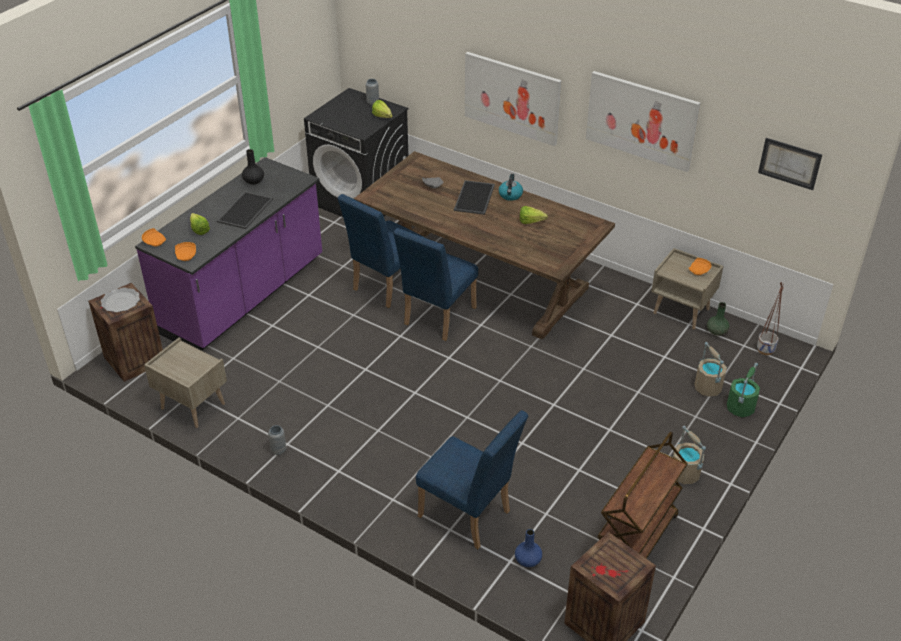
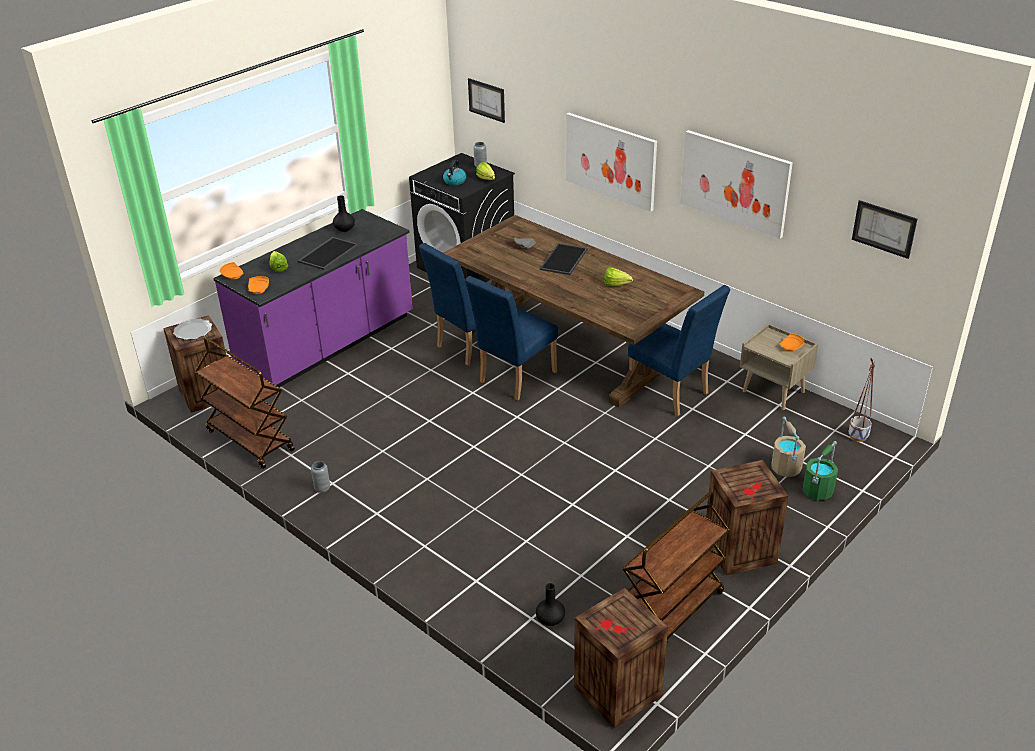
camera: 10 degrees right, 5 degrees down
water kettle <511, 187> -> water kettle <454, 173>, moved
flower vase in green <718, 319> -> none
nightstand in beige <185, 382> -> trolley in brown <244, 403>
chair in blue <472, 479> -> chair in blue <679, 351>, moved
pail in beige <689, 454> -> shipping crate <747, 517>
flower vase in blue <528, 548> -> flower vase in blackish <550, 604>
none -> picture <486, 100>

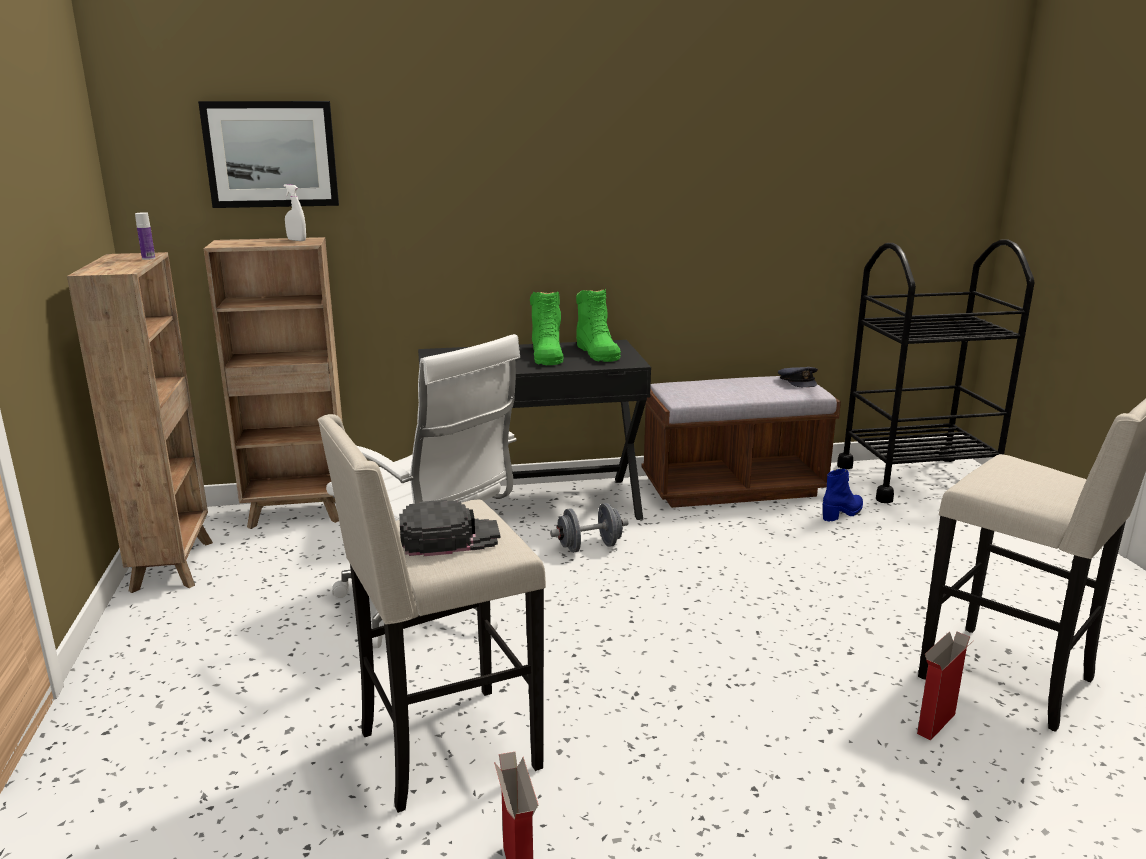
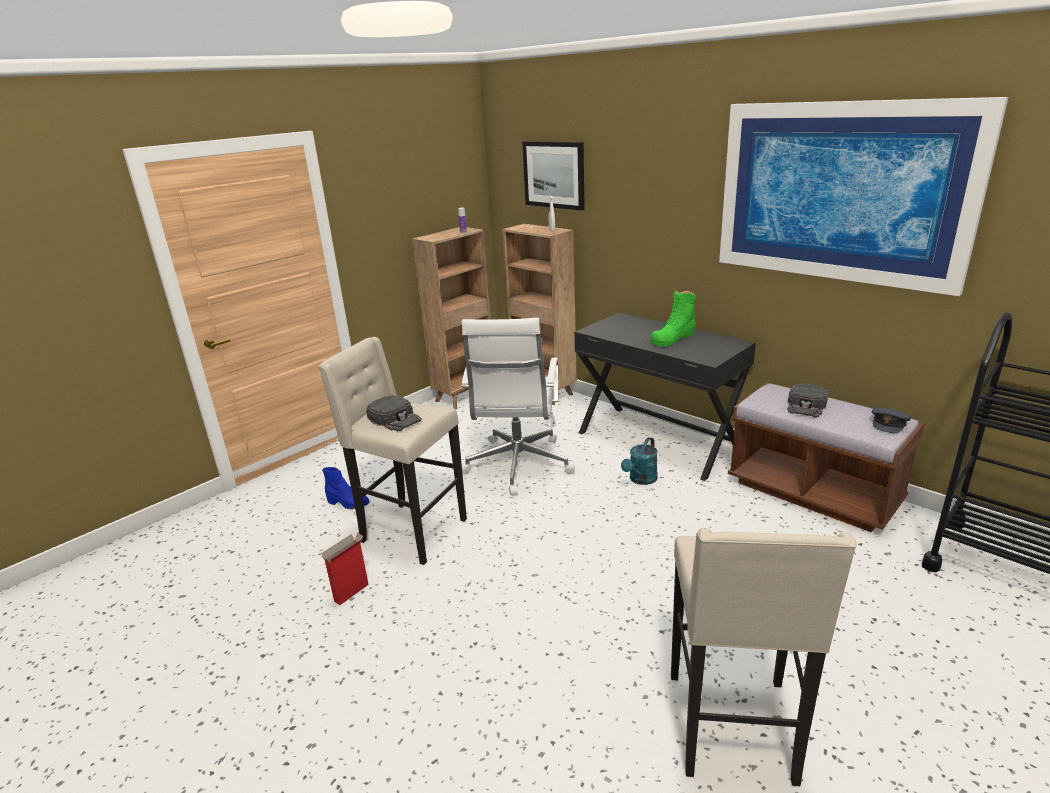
camera: 55 degrees right, 5 degrees up
tall boot in green <598, 325> -> none
tall boot in blue <843, 495> -> tall boot in blue <346, 488>, moved
hand weight in gray <589, 528> -> watering can in turquoise-coloured <639, 461>
cardboard box <945, 685> -> none
none -> picture <863, 196>
none -> peaked cap in blackish <808, 400>

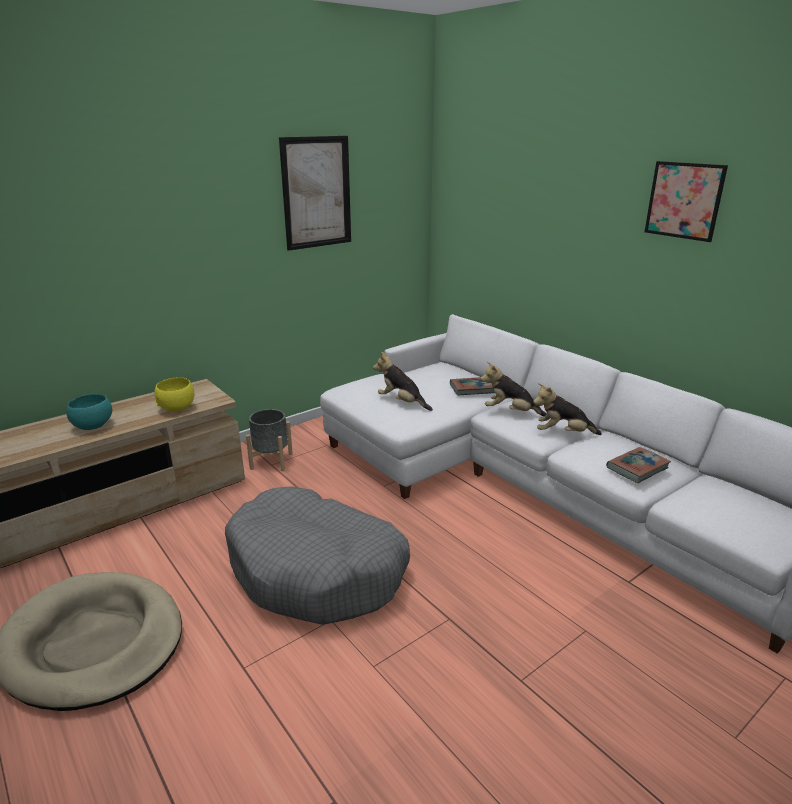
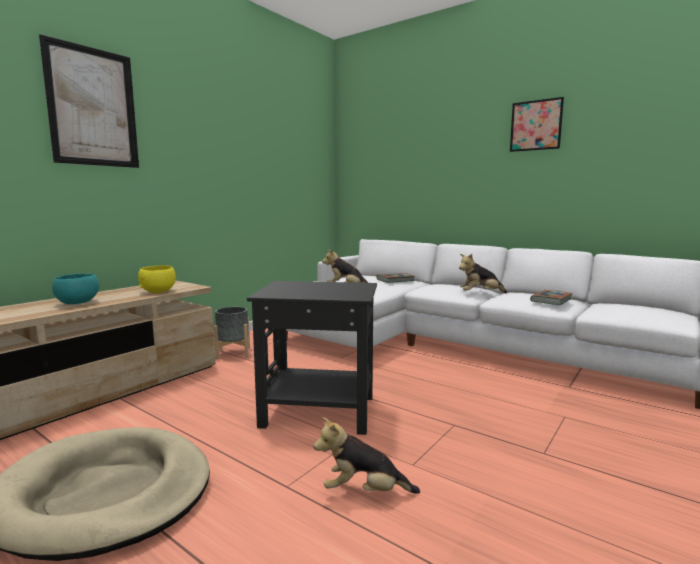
camera: 15 degrees left, 15 degrees down
picture <315, 193> -> picture <89, 101>, moved
soft toy <513, 389> -> soft toy <367, 455>, moved
dog cushion in gray <317, 555> -> end table in blackish <312, 358>

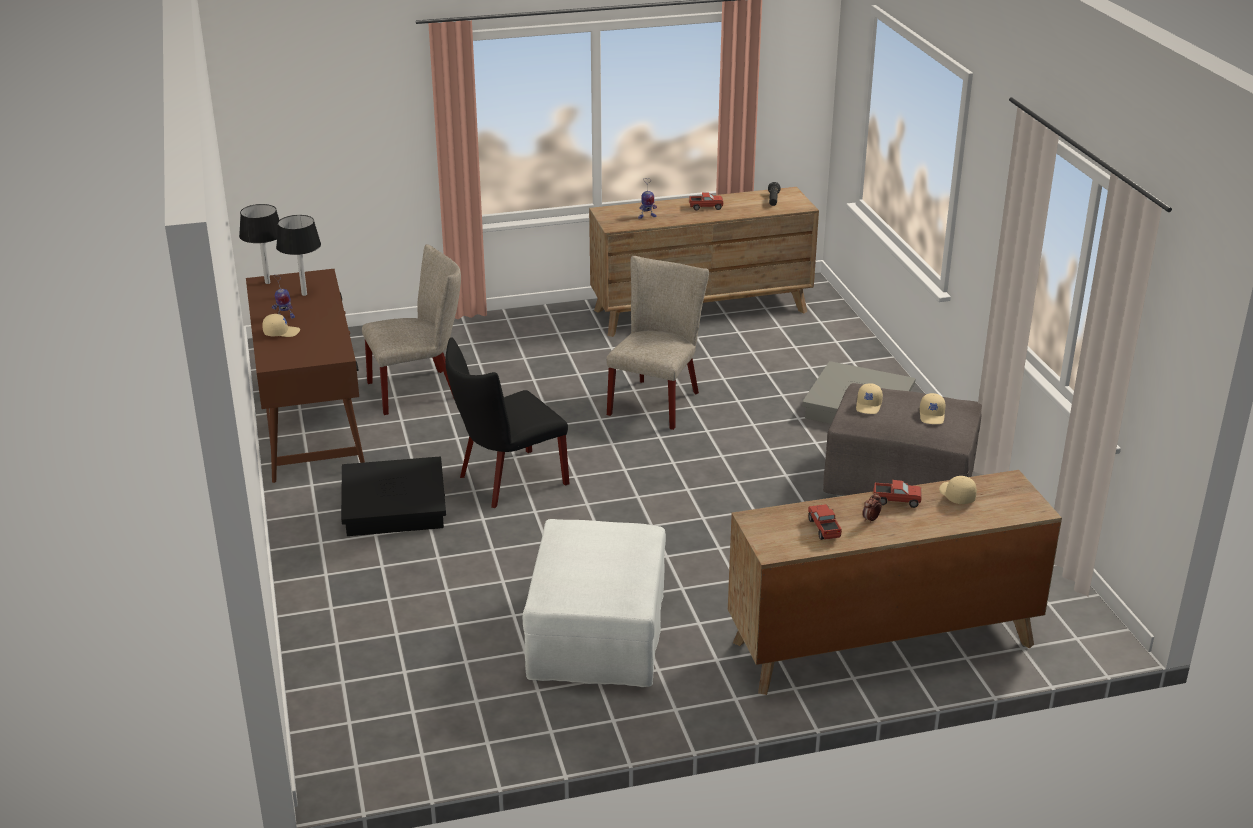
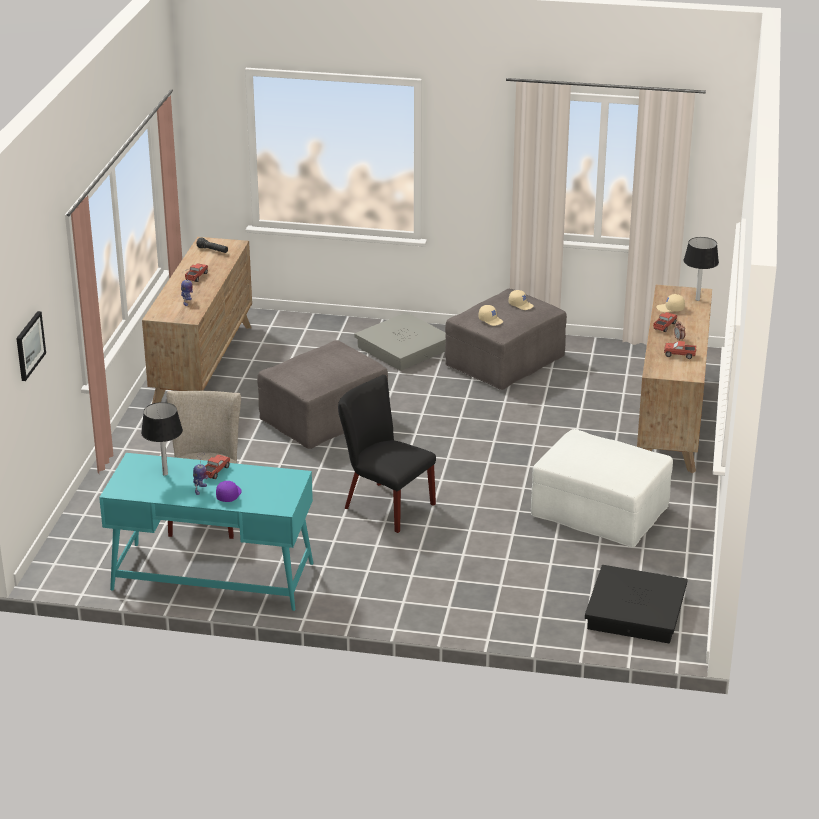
camera: 65 degrees left, 0 degrees up
lamp for a table in blackish <259, 244> -> lamp for a table in blackish <701, 269>, moved
chair in beige <657, 343> -> ottoman in gray <322, 394>
desk table in brown <305, 376> -> desk table in turquoise-coloured <206, 532>
peaked cap in beige <281, 325> -> peaked cap in purple <229, 491>
chair in blackish <507, 423> -> chair in blackish <387, 454>, 135 degrees clockwise
storage container in blackish <393, 496> -> storage container in blackish <636, 604>, moved
none -> picture <31, 346>
none -> model truck <217, 467>

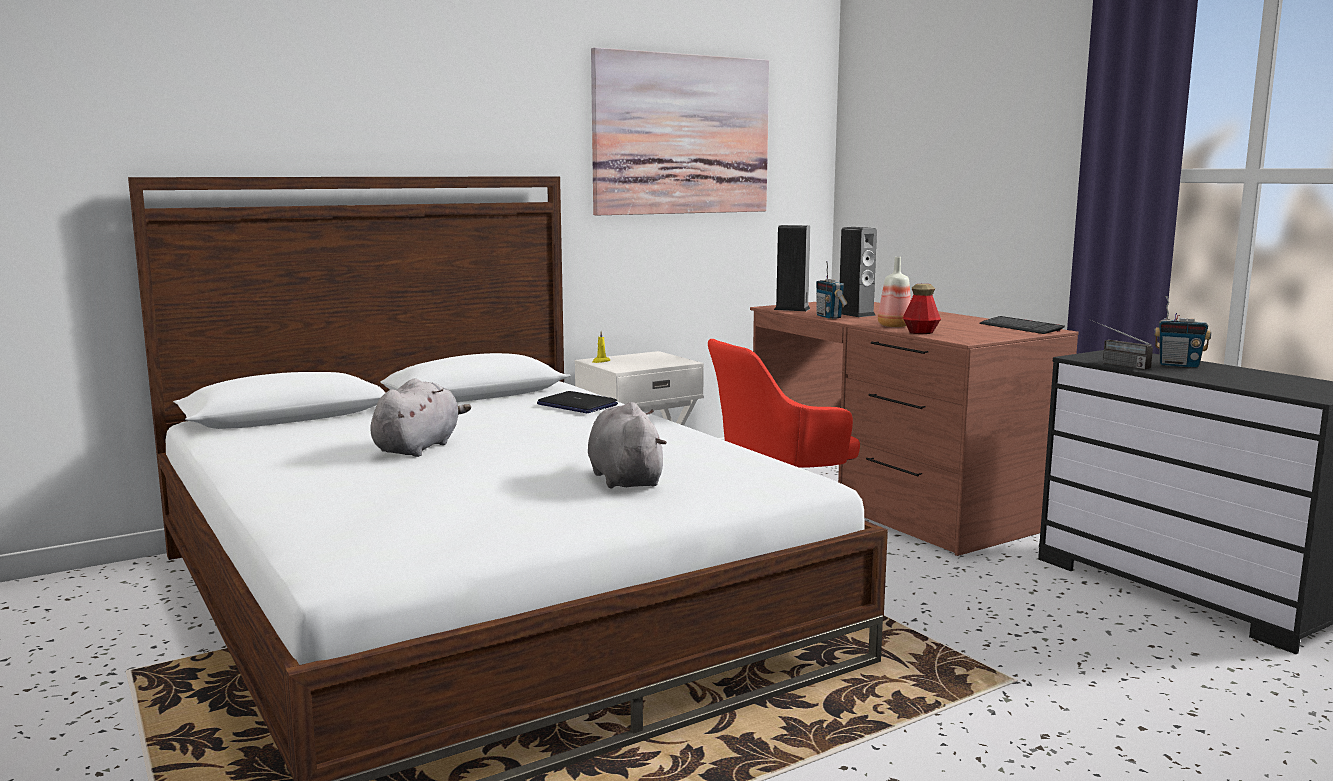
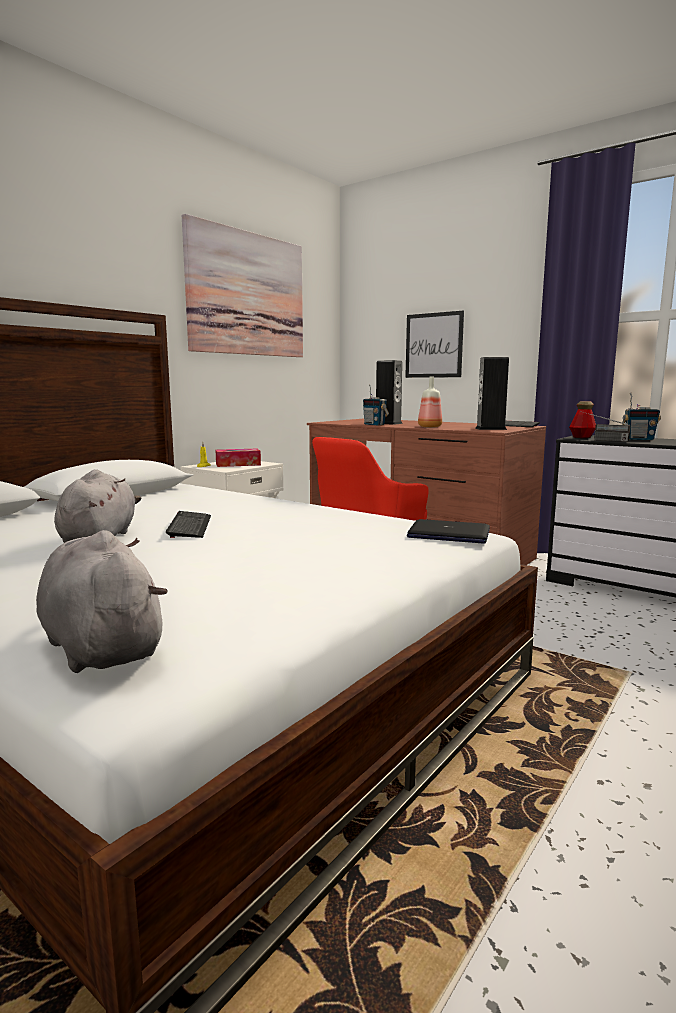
camera: 20 degrees left, 0 degrees up
audio speaker <792, 268> -> audio speaker <492, 393>, moved
beverage bottle <922, 309> -> beverage bottle <582, 419>, moved
laptop <577, 402> -> laptop <448, 531>, moved
soft toy in gray <627, 445> -> soft toy in gray <102, 601>, moved
none -> picture <434, 344>
none -> tissue holder <238, 457>
none -> computer keyboard <188, 524>

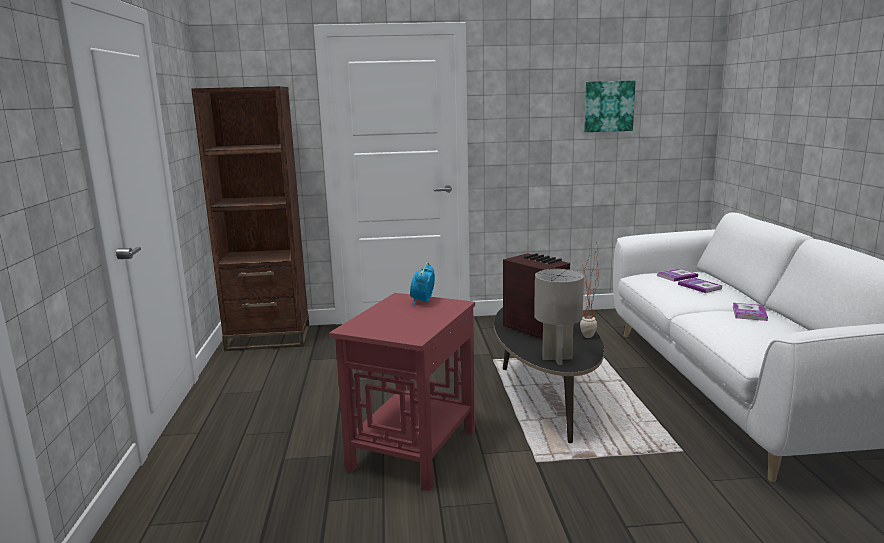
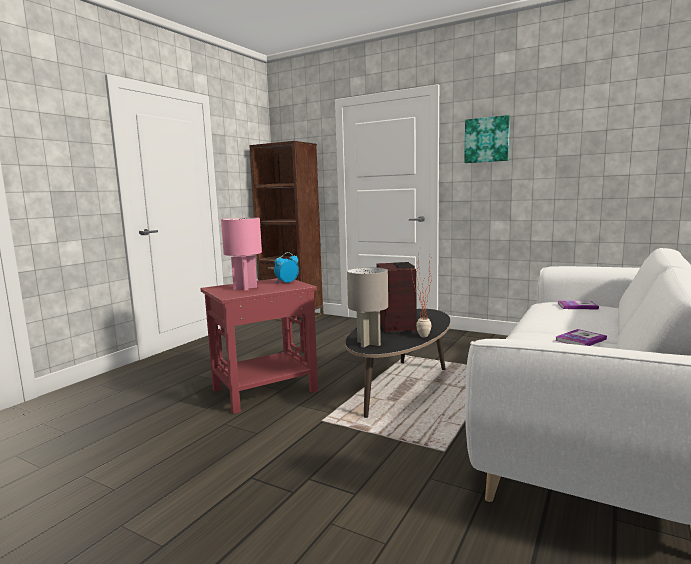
camera: 35 degrees right, 5 degrees down
picture <610, 106> -> picture <487, 139>, moved
bound book <700, 285> -> none
none -> lamp for a table in pinkish <241, 254>

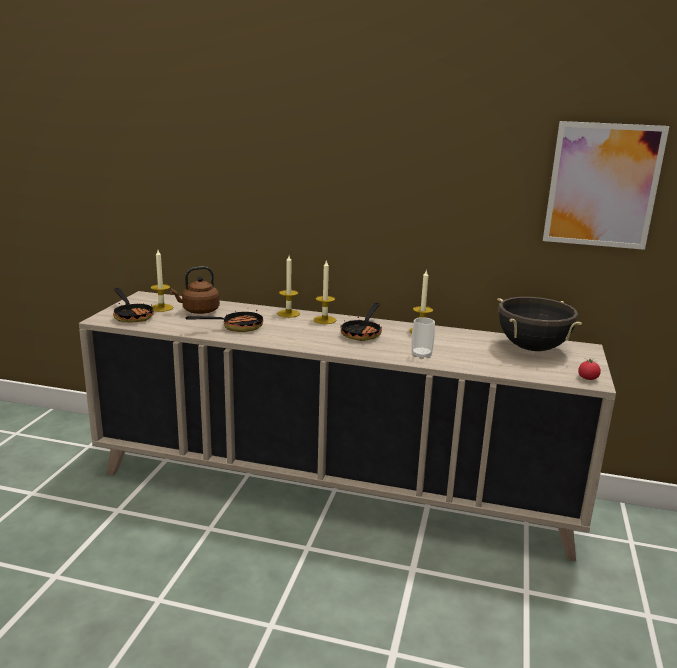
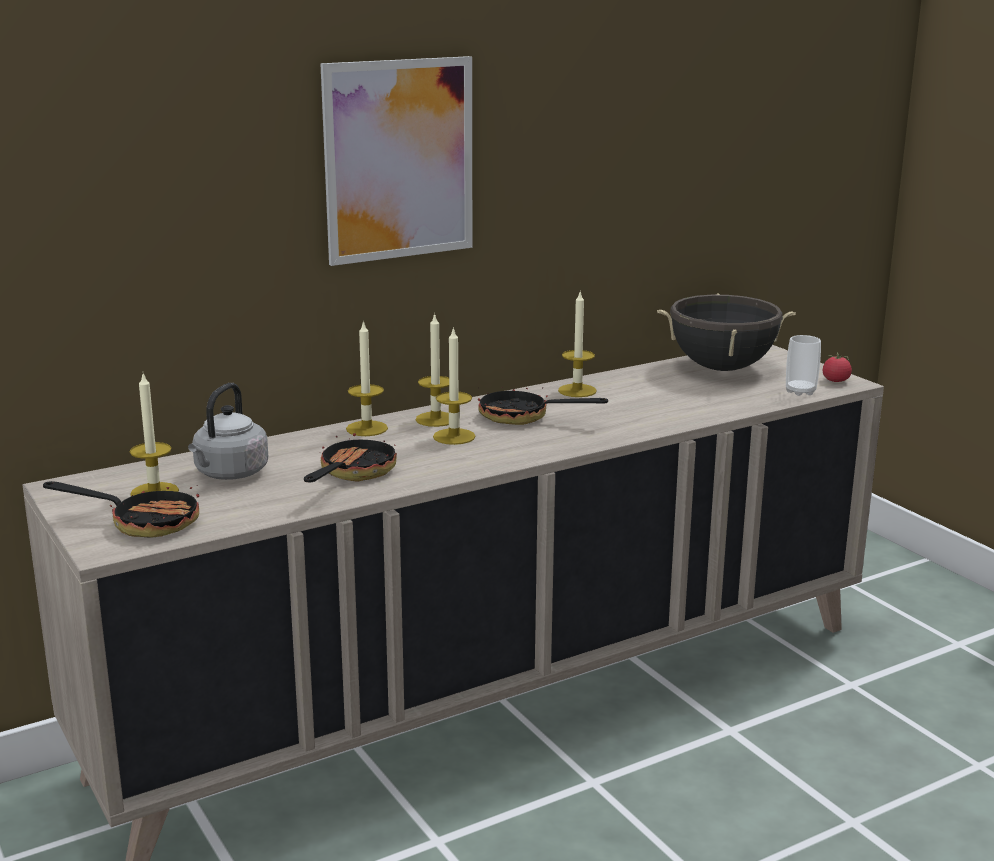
camera: 45 degrees left, 0 degrees up
picture <606, 185> -> picture <396, 161>, moved
water kettle in brown <195, 290> -> water kettle in gray <228, 431>
skillet <361, 322> -> skillet <543, 401>, 135 degrees clockwise
cup <423, 338> -> cup <803, 365>, moved
none -> wax light <454, 386>

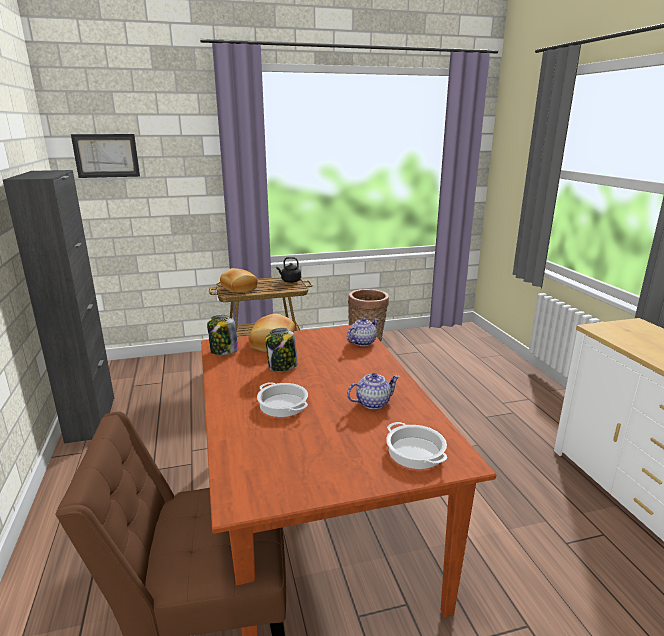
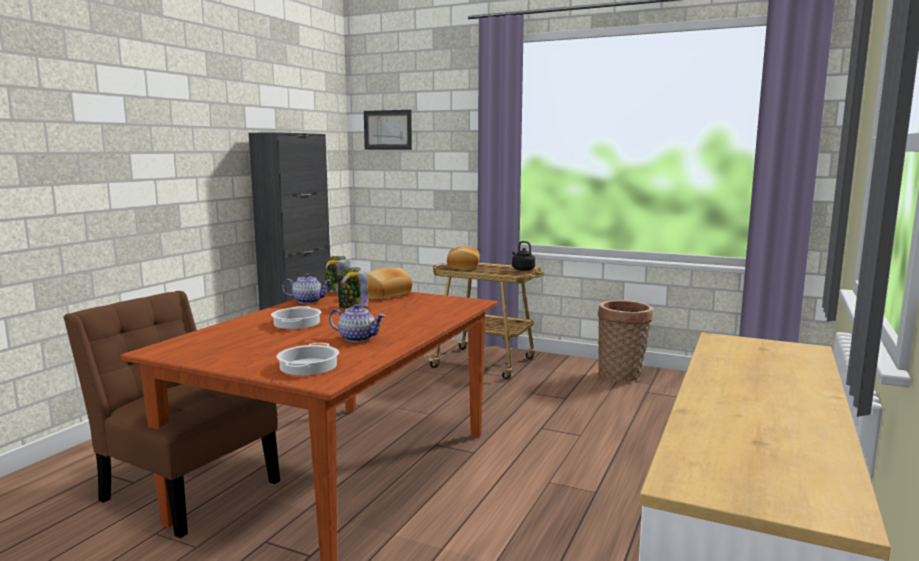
camera: 40 degrees right, 10 degrees down
teapot <363, 332> -> teapot <307, 288>, moved

